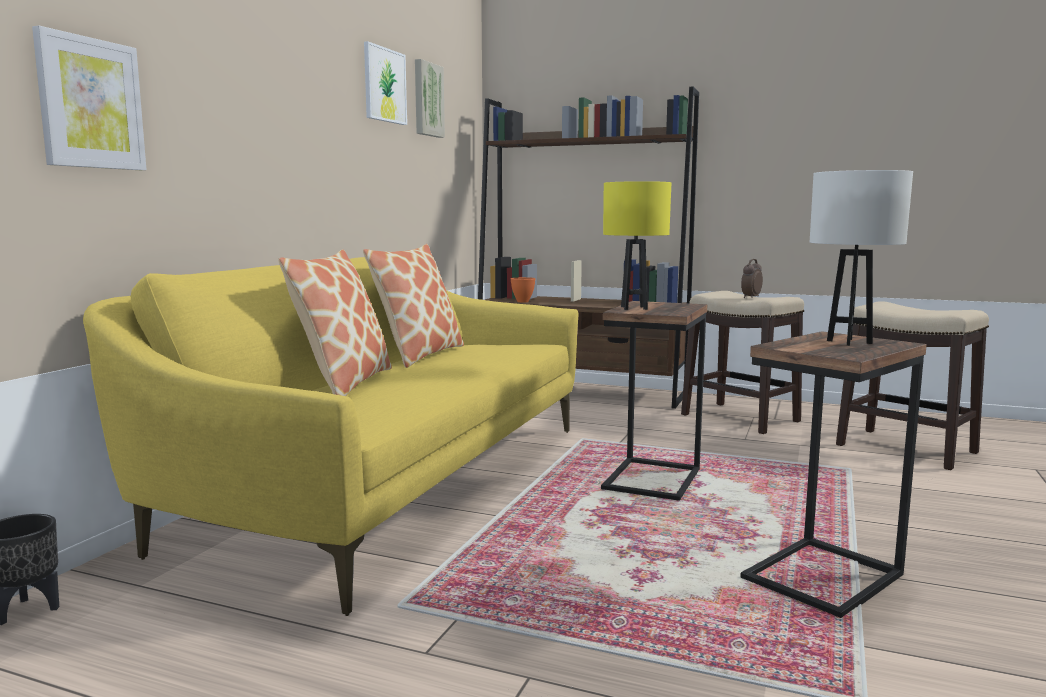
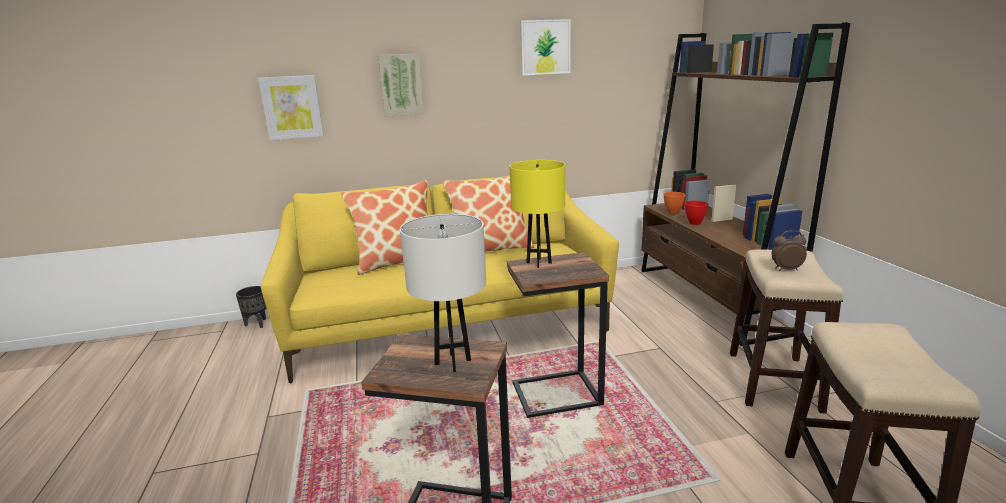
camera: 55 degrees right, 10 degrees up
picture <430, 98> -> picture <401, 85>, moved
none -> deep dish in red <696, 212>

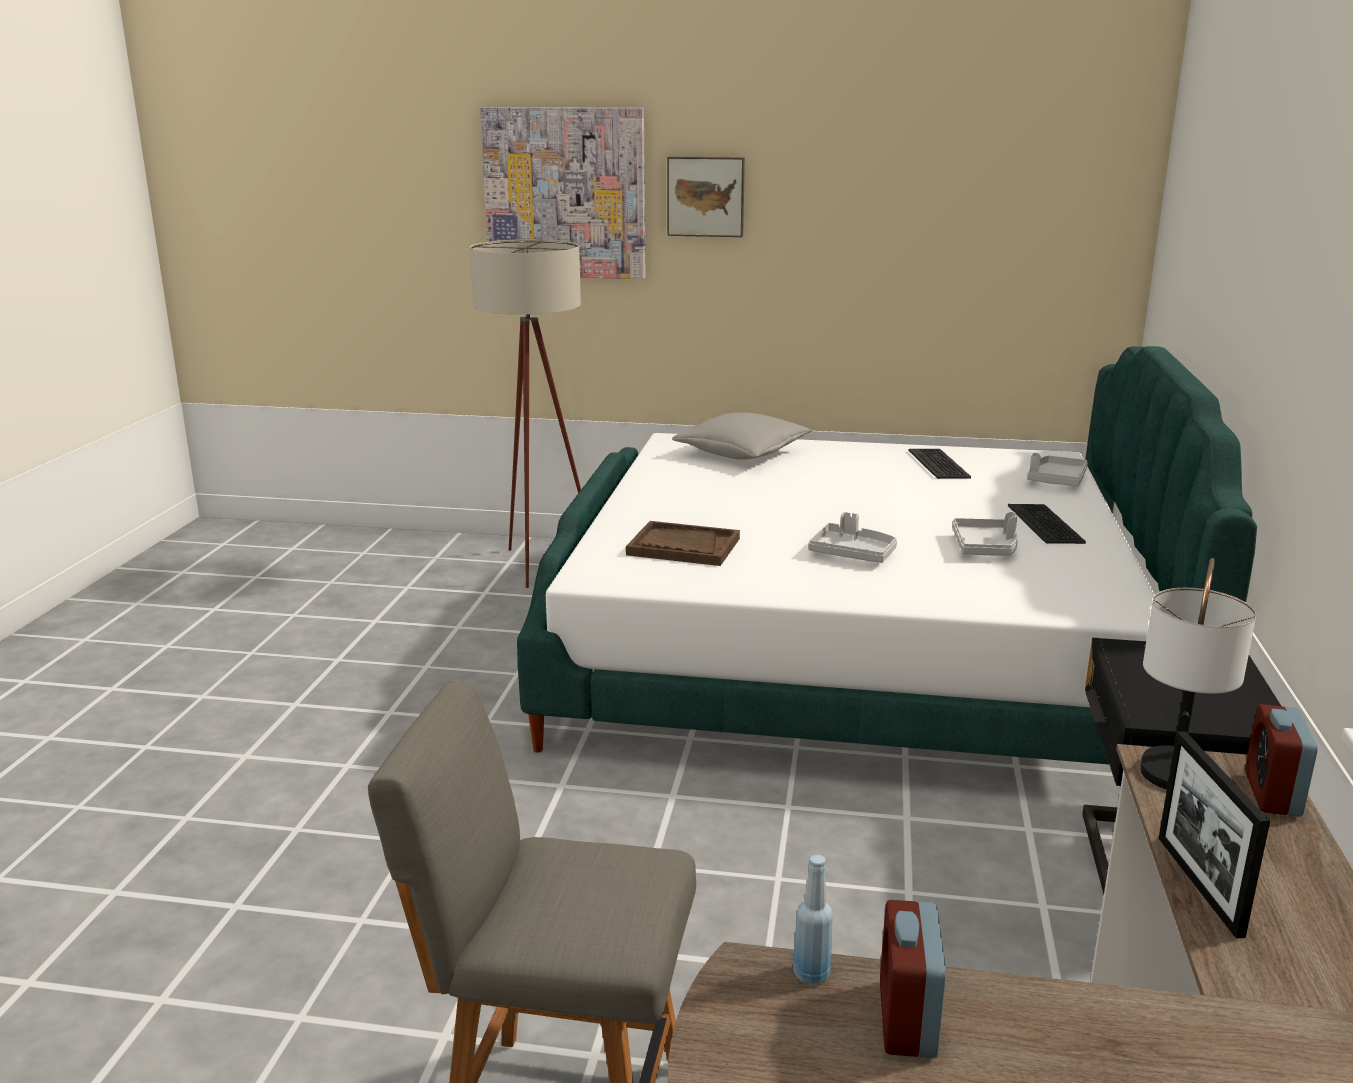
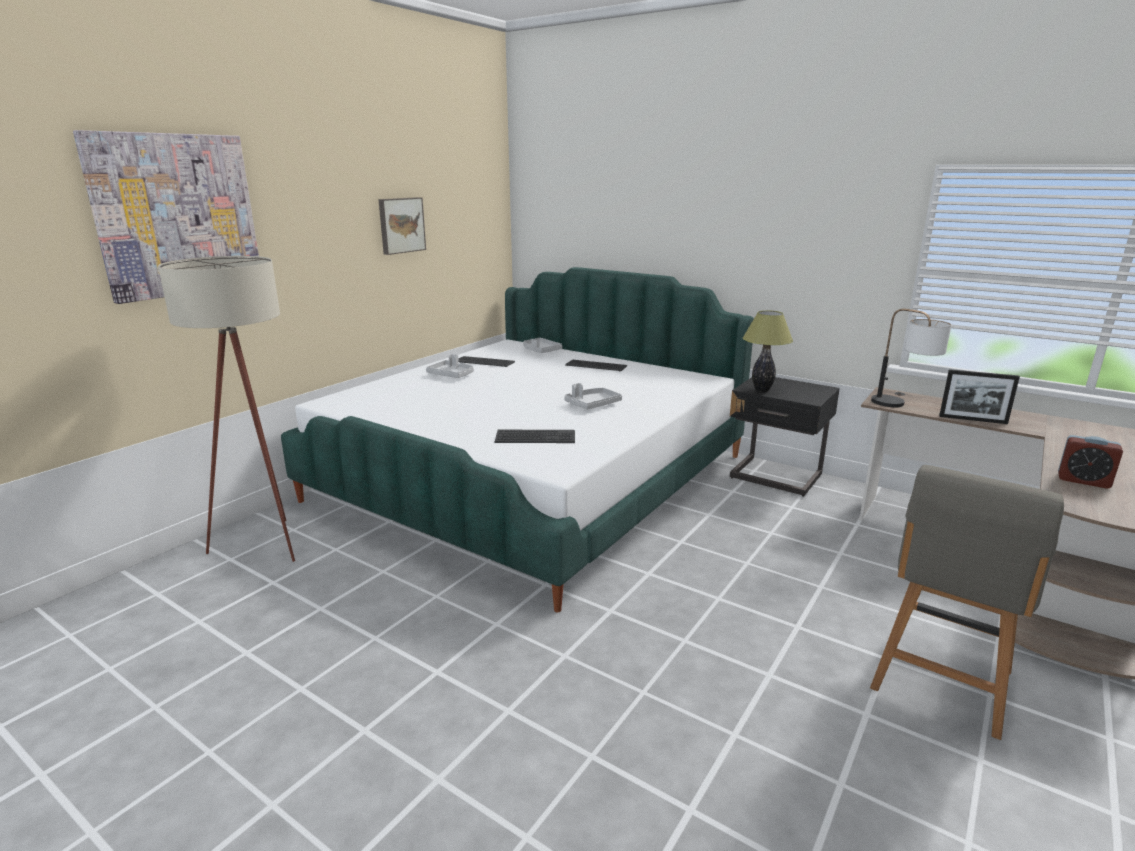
camera: 65 degrees left, 0 degrees up
picture <706, 197> -> picture <402, 226>, moved
cushion in gray <742, 436> -> none
tray in gray <985, 533> -> tray in gray <450, 366>, moved
tray in brown <683, 543> -> computer keyboard <534, 436>
table clock <1281, 760> -> none
beverage bottle in blue <813, 919> -> none
none -> lamp for a table <768, 351>

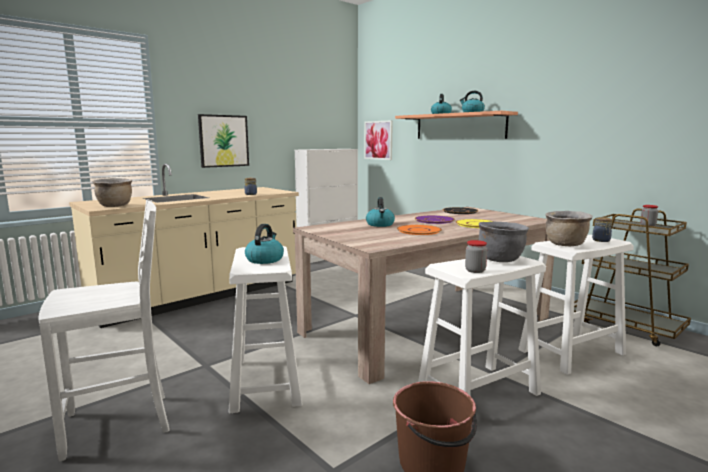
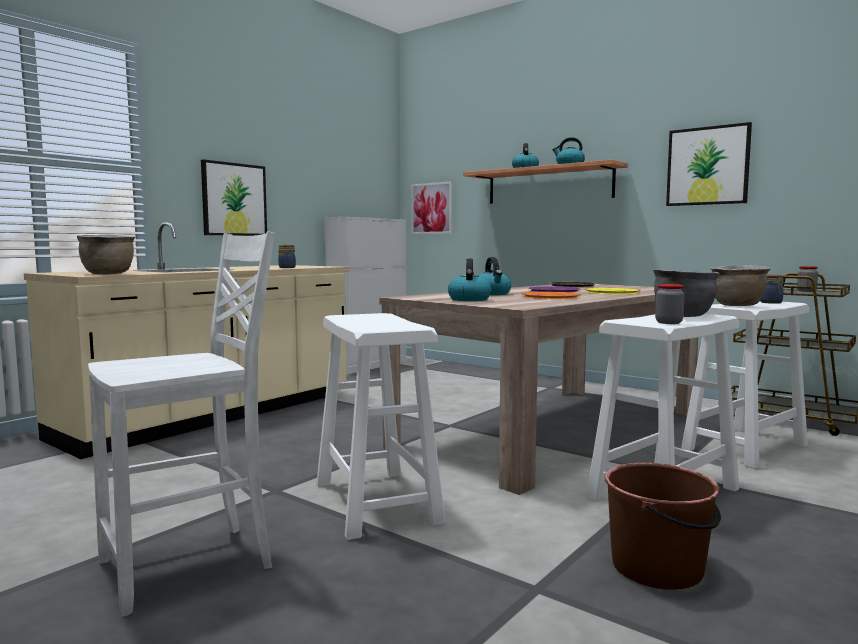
camera: 10 degrees left, 5 degrees down
water kettle <264, 244> -> water kettle <469, 279>, moved
none -> picture <709, 164>

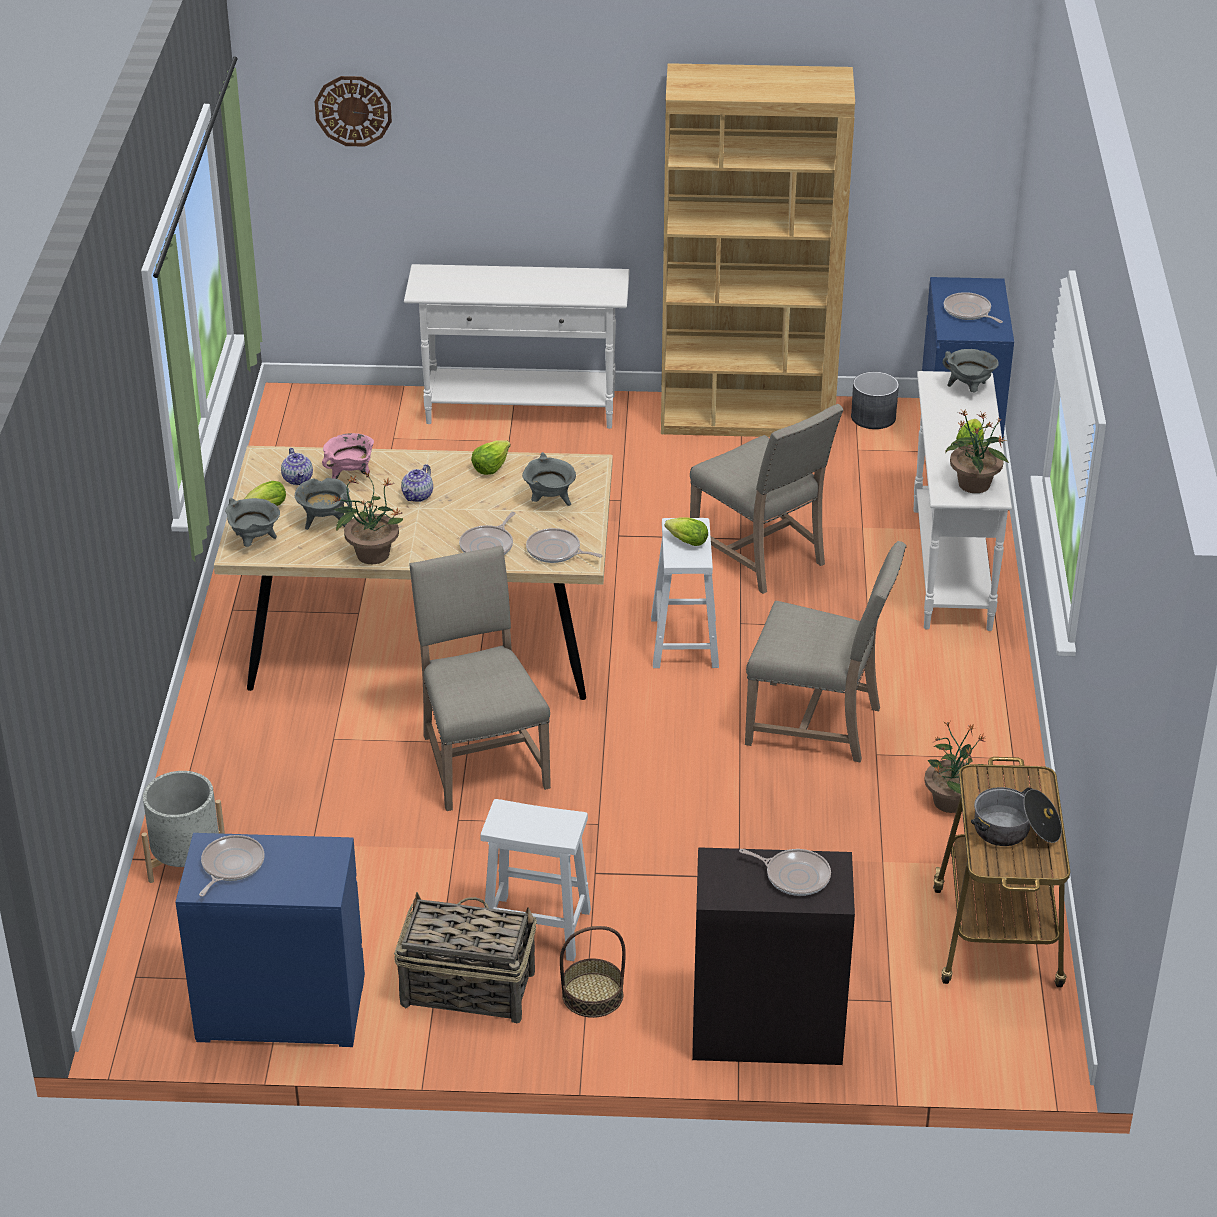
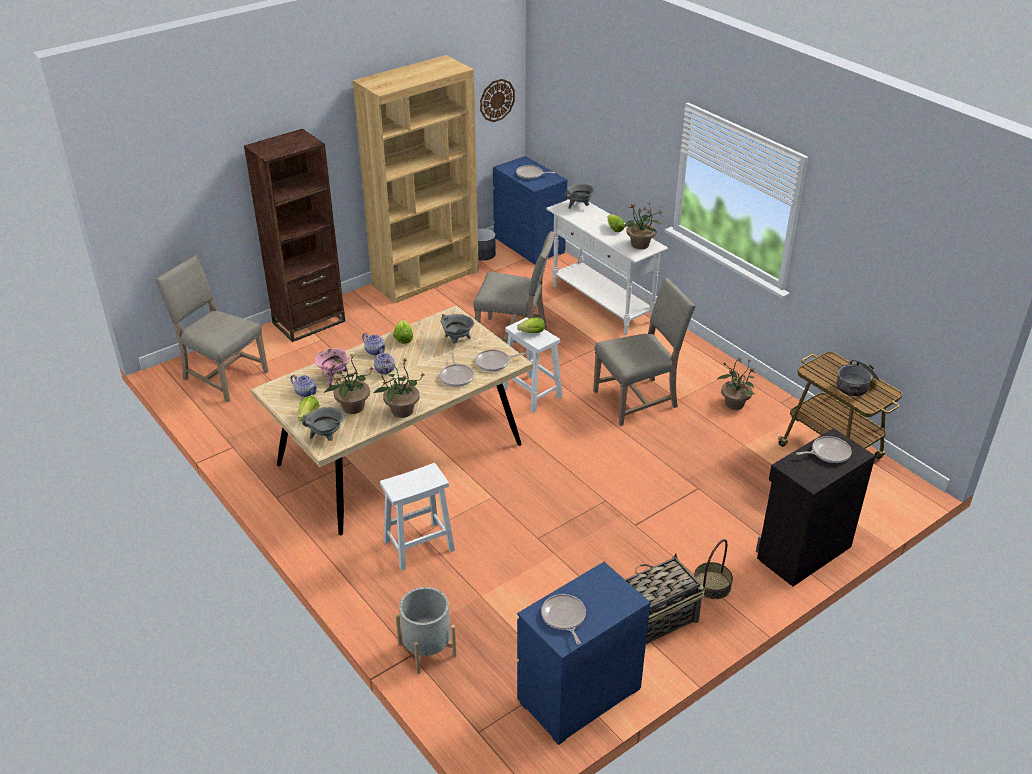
camera: 40 degrees left, 0 degrees up
clock on the wall <353, 111> -> clock on the wall <497, 100>, moved
console table in whitish <517, 346> -> shelving unit in brown <294, 235>
saucepot in gray <323, 504> -> potted plant <348, 383>
chair in beige <480, 678> -> chair in beige <212, 329>, moved
stool in whitish <535, 880> -> stool in whitish <417, 517>, moved
none -> teapot <374, 344>

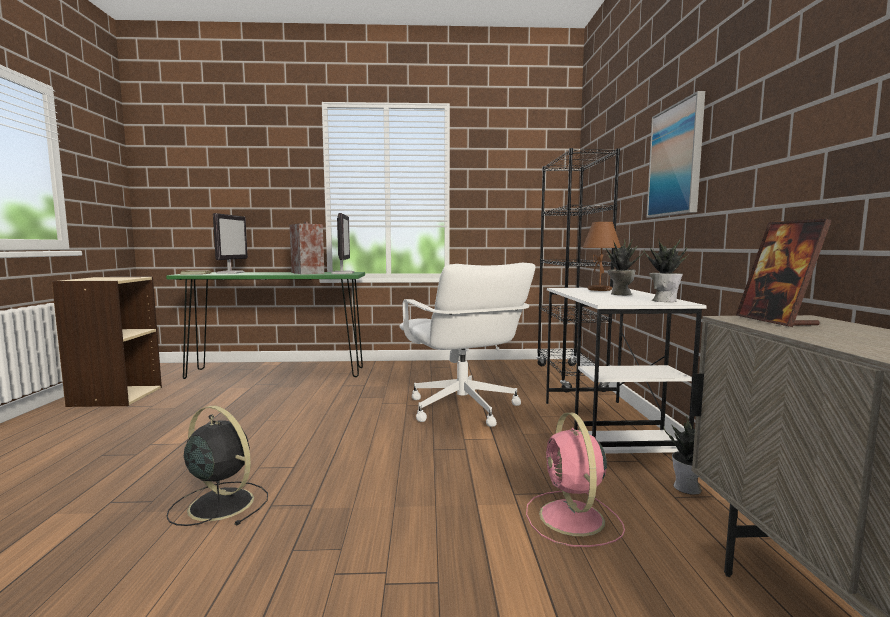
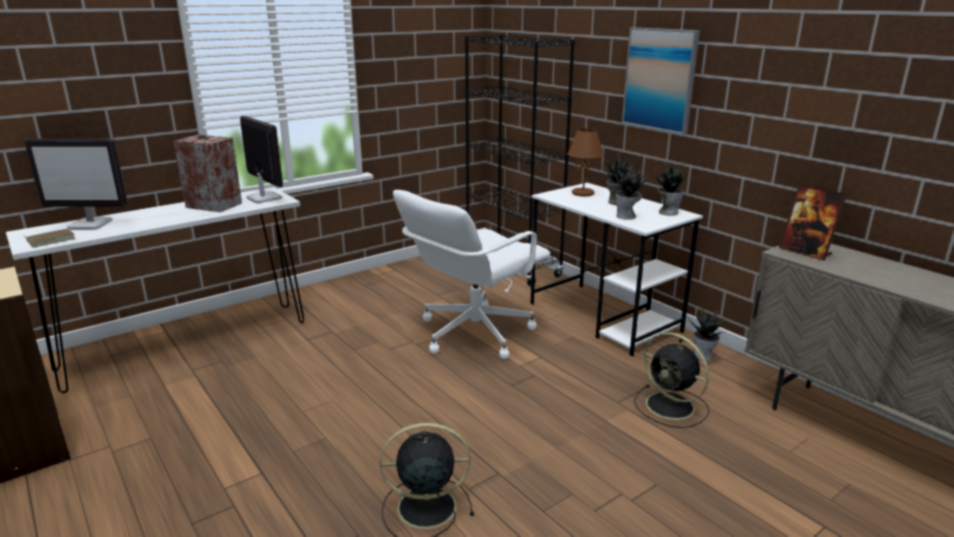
camera: 35 degrees left, 15 degrees up
computer screen <230, 243> -> computer screen <76, 184>, 120 degrees clockwise
computer chair in whitish <467, 345> -> computer chair in whitish <471, 274>, 105 degrees clockwise
console table in green <265, 325> -> console table in whitish <155, 290>
cooling fan in pinkish <575, 480> -> cooling fan in blackish <671, 380>
none -> potted plant <631, 191>

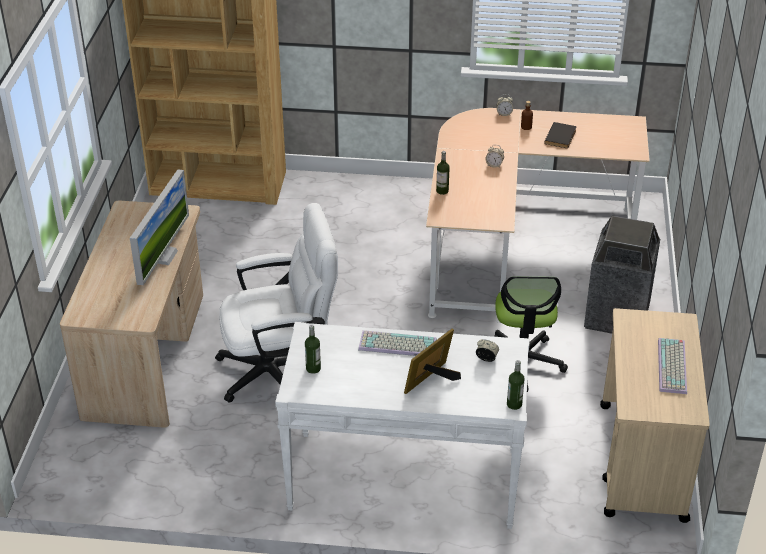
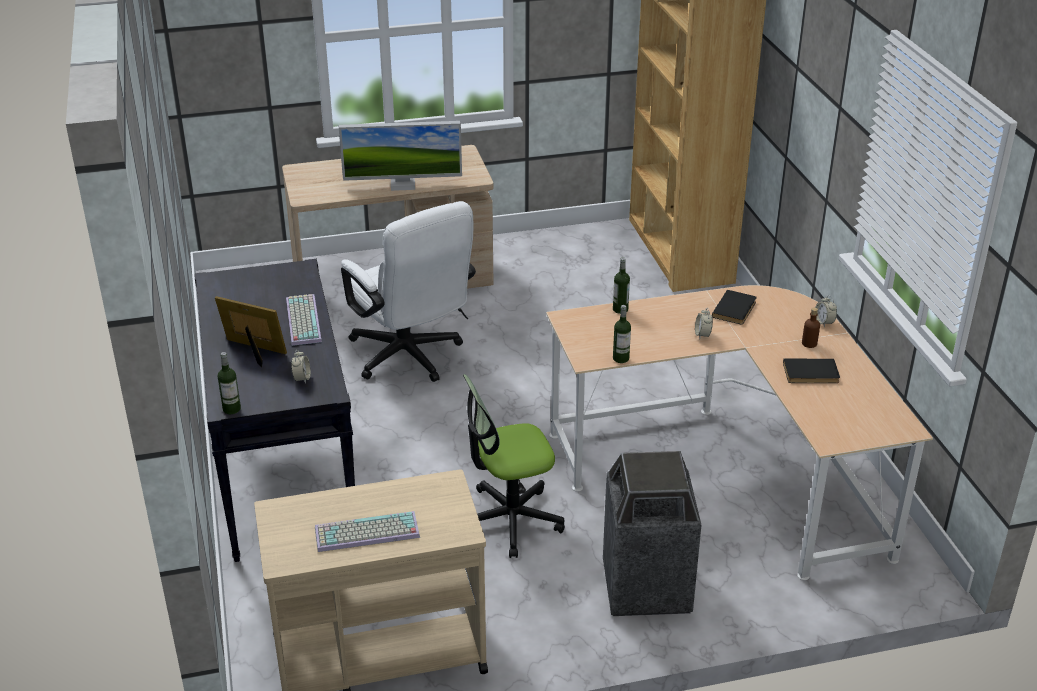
camera: 70 degrees right, 5 degrees down
console table in whitish <402, 425> -> console table in blackish <274, 410>
beverage bottle <313, 349> -> beverage bottle <622, 334>, moved
none -> bound book in blackish <734, 307>

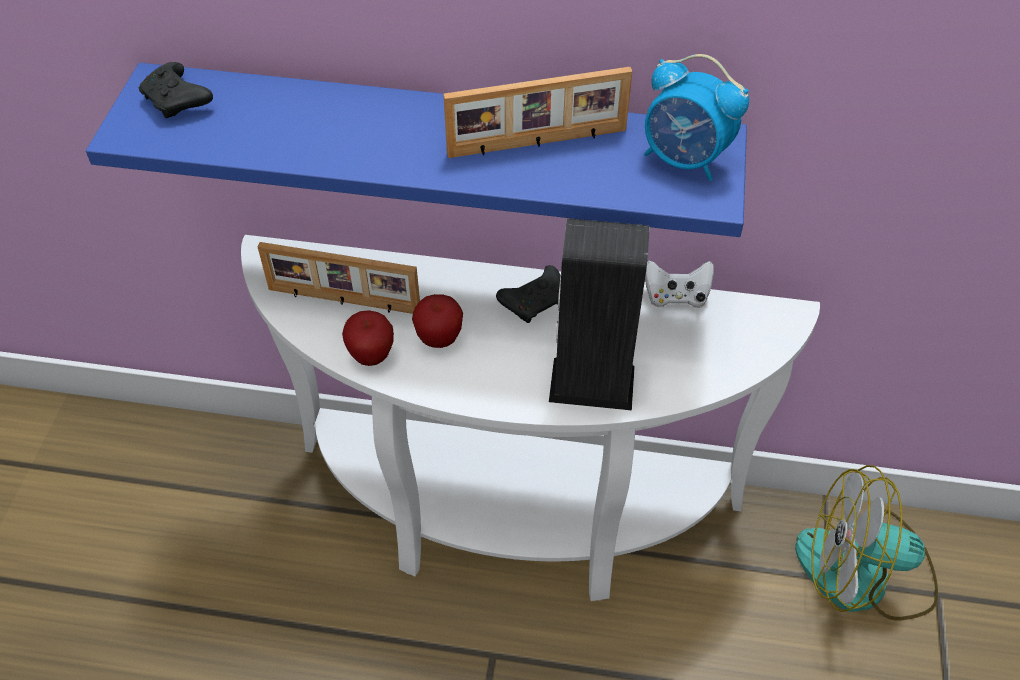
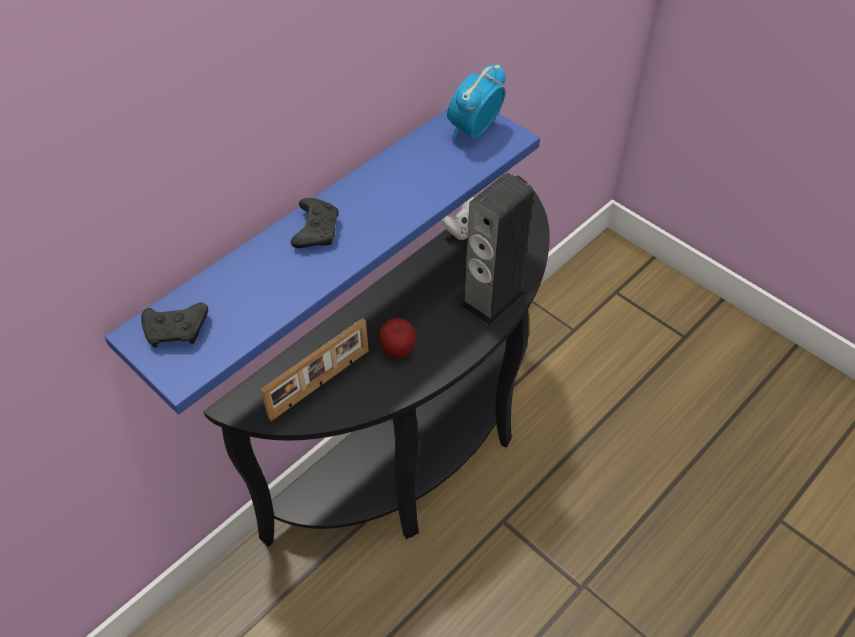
camera: 55 degrees left, 0 degrees up
table clock <696, 117> -> table clock <476, 102>, 150 degrees clockwise
standing frame <537, 112> -> none
console table in whitish <530, 418> -> console table in blackish <376, 361>
gamepad in blackish <528, 294> -> gamepad in blackish <315, 223>, moved
apple <368, 338> -> none
cooling fan <866, 542> -> none

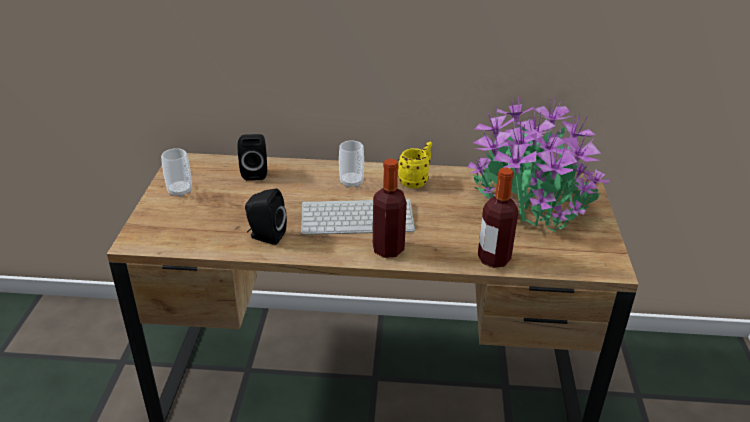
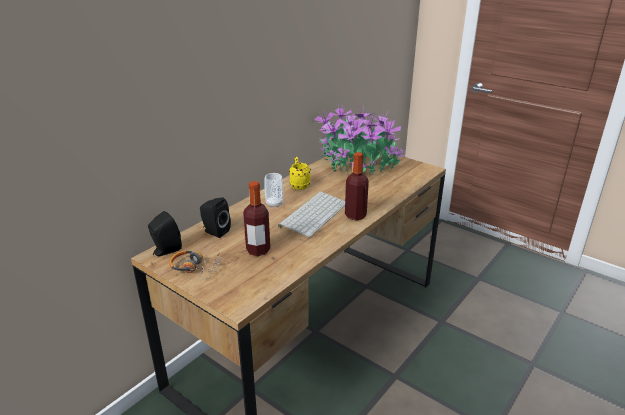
camera: 55 degrees left, 5 degrees down
cup <176, 172> -> headset <196, 265>
beverage bottle <498, 217> -> beverage bottle <256, 218>, moved
audio speaker in blackish <266, 216> -> audio speaker in blackish <165, 233>, moved

